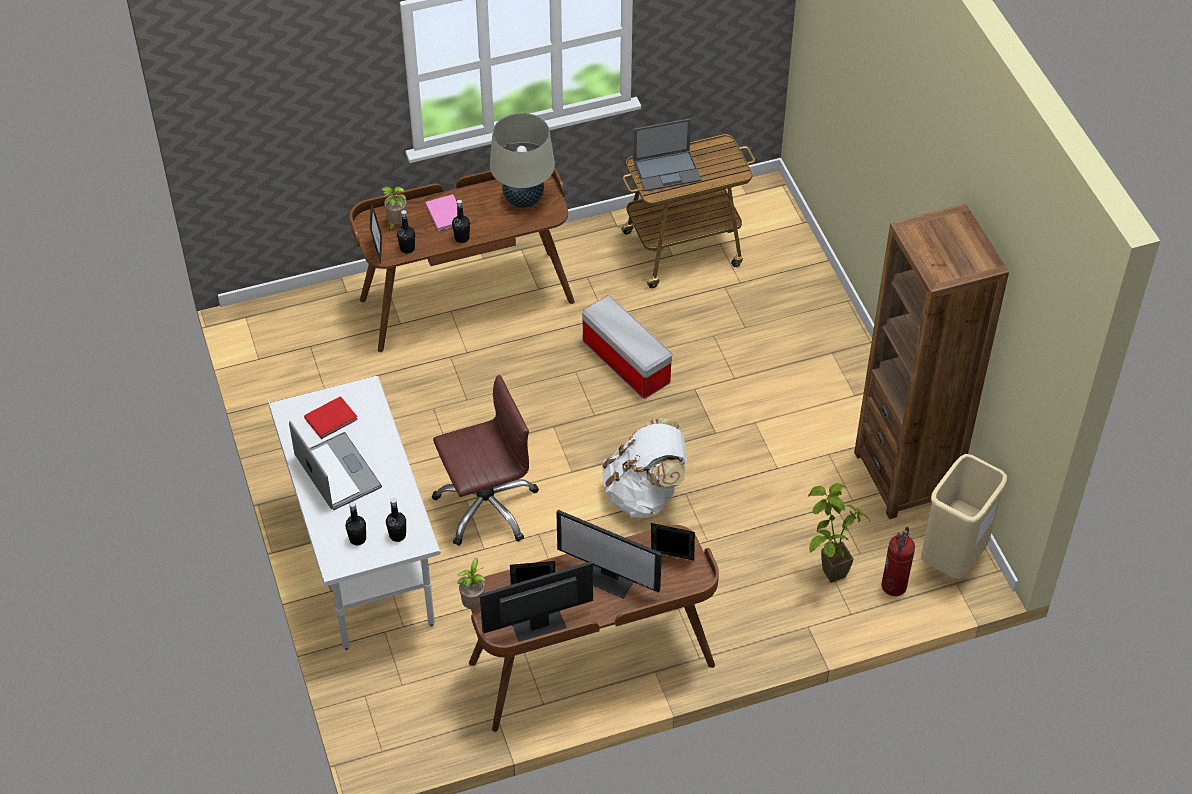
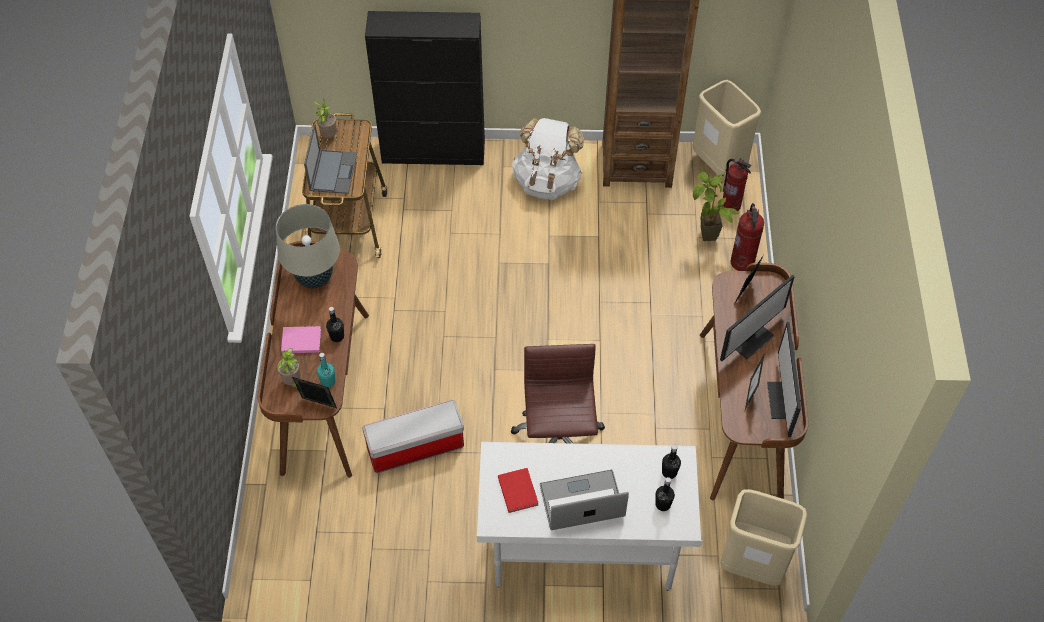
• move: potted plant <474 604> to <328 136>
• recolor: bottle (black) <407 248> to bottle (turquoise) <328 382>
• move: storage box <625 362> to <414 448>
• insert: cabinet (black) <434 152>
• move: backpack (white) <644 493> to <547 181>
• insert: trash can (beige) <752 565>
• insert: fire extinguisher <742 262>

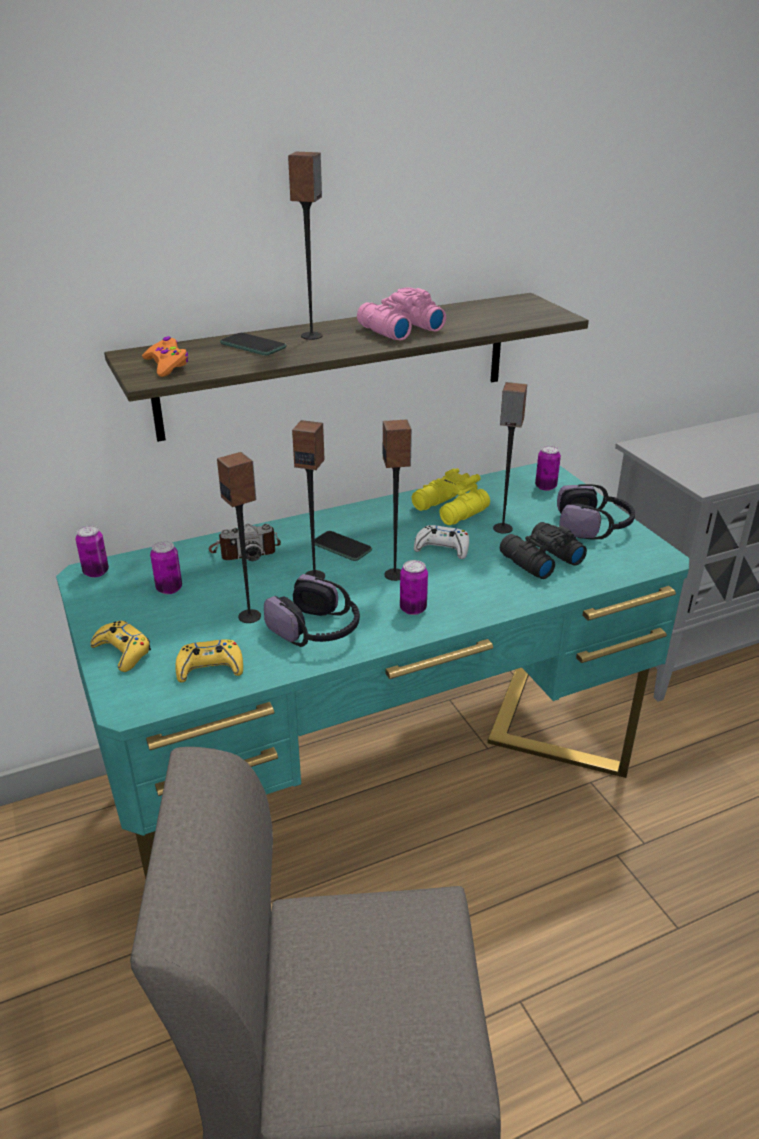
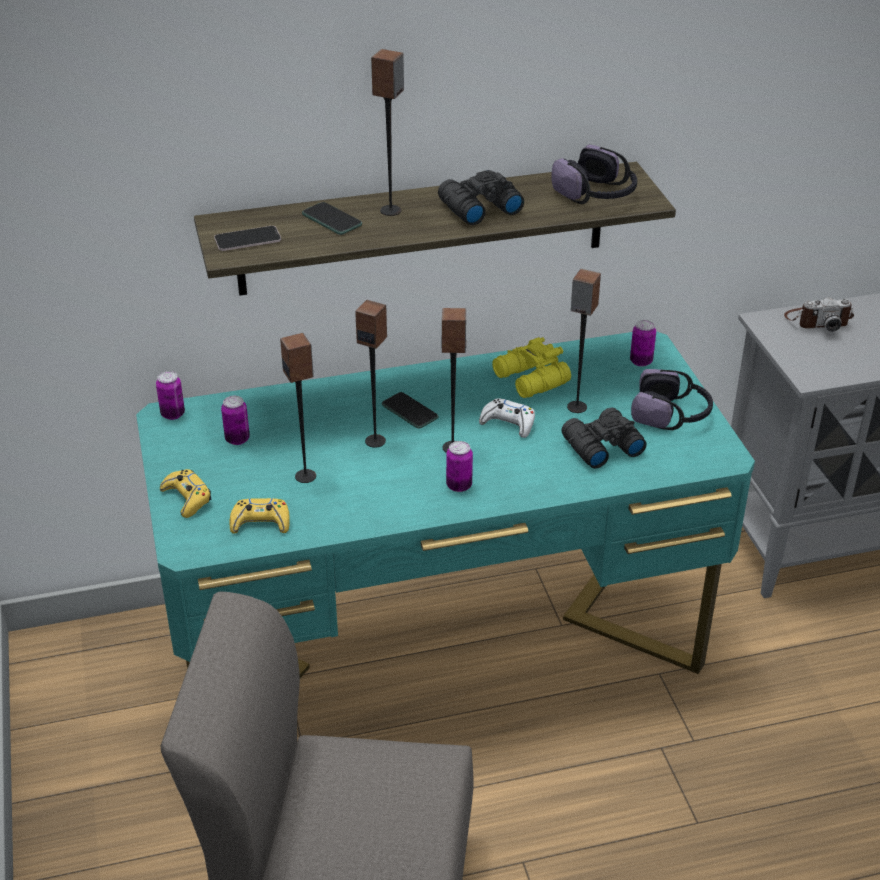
• replace: game controller (orange) <167 365> to phone <247 239>
• recolor: binoculars (pink) <398 329> to binoculars (black) <478 207>
• move: headphones <316 631> to <596 195>
• move: photo camera <245 550> to <817 320>

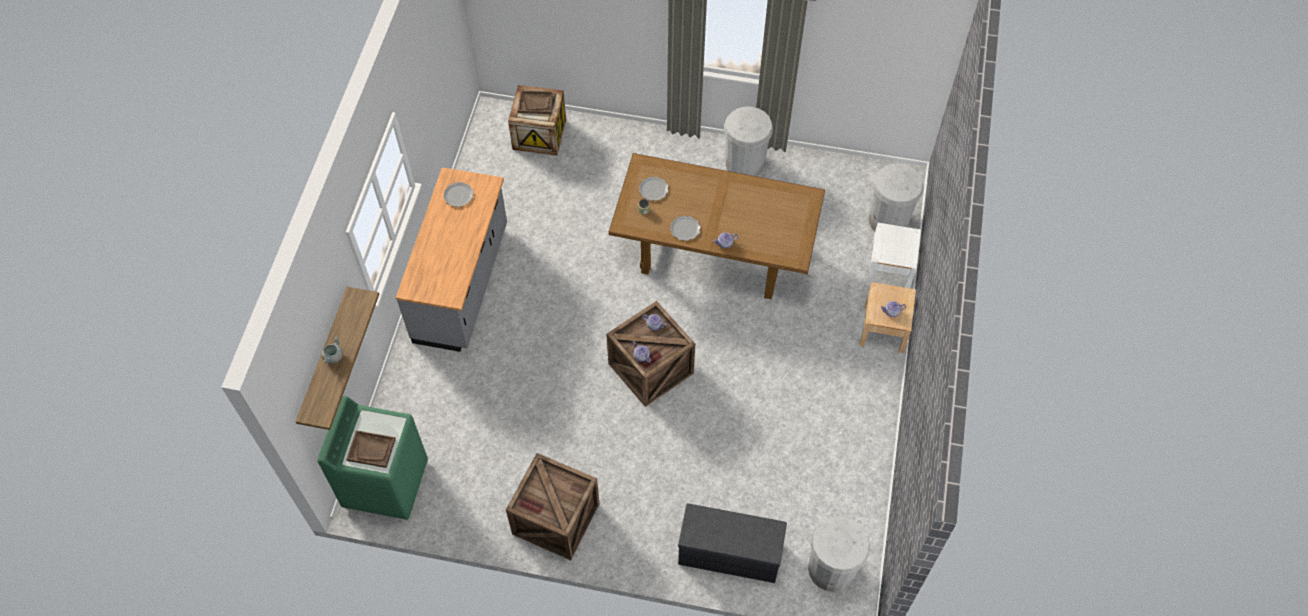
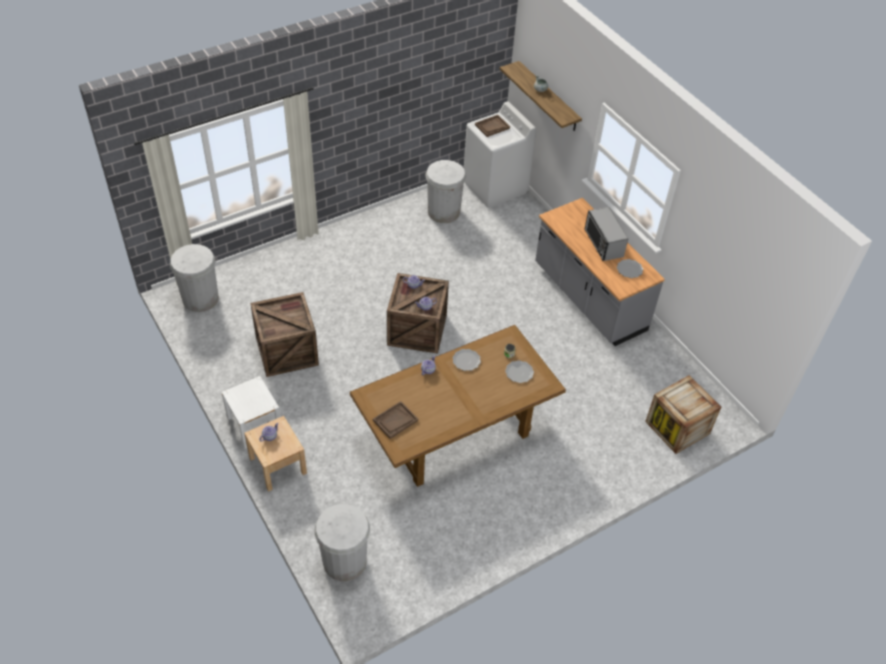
• move: nightstand (white) <889 269> to <254 424>
• move: crate <554 519> to <287 350>
• move: tray (brown) <536 103> to <395 421>
• move: trash can (white) <744 164> to <443 212>
• recolor: washing machine (green) <386 483> to washing machine (white) <495 187>
• insert: microwave <603 243>
• delete: bench (grey) <728 553>

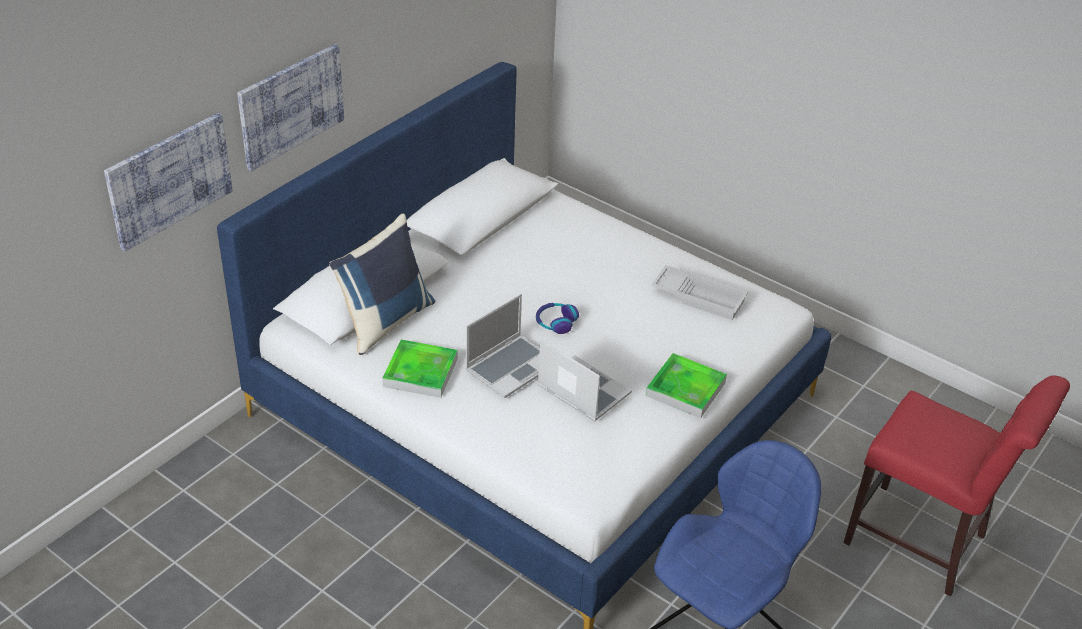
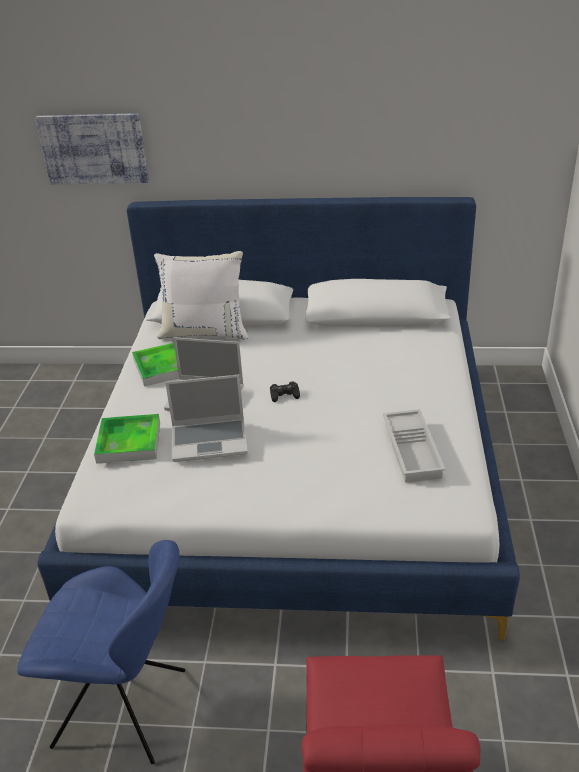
• move: tray <685 389> to <129 442>
• recolor: pillow (blue) <385 321> to pillow (white) <205 332>
• rotate: laptop <582 390> = <210 440> 75 degrees clockwise
• replace: headphones <556 322> to game controller (black) <284 395>
• delete: picture <291 105>

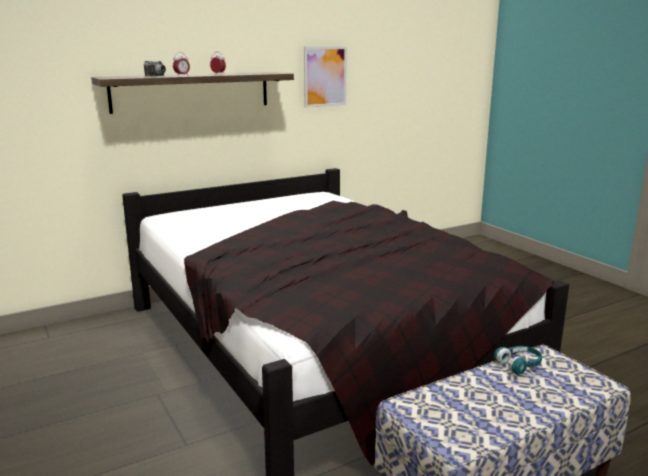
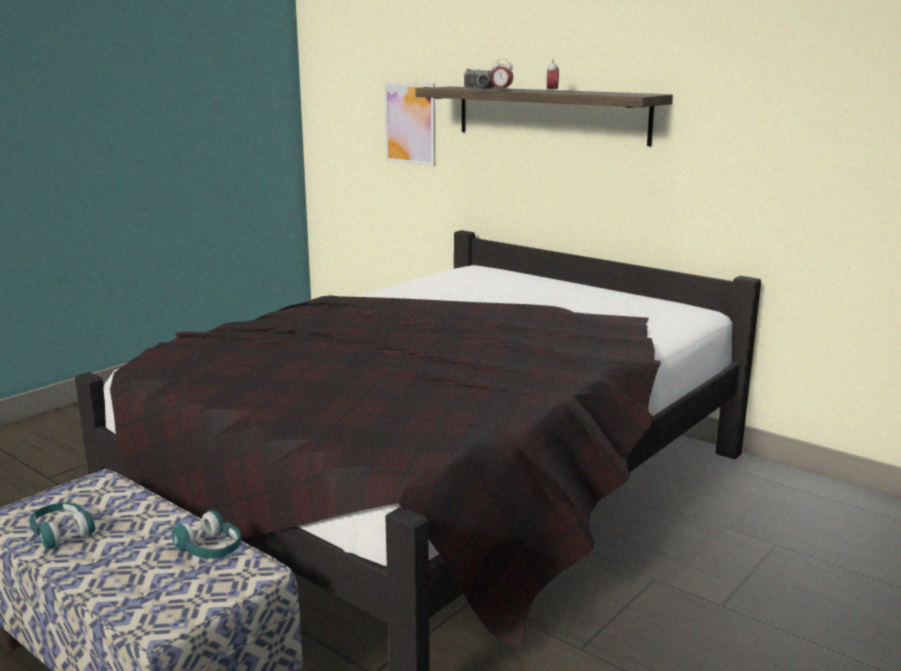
• insert: headphones (turquoise) <61 533>
• move: picture <325 76> to <410 123>

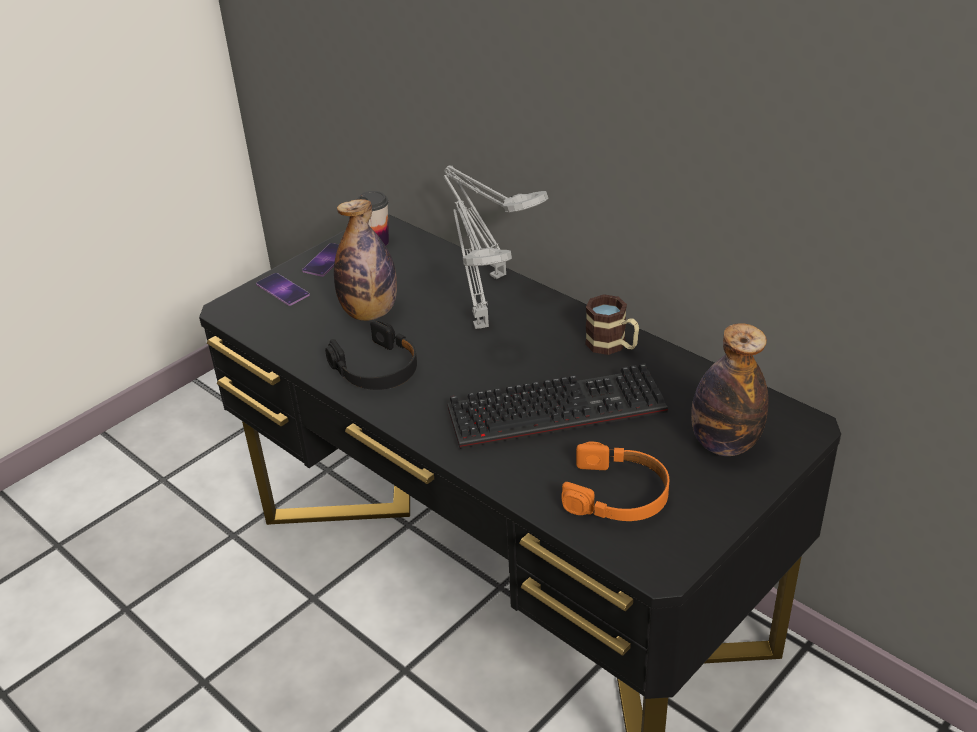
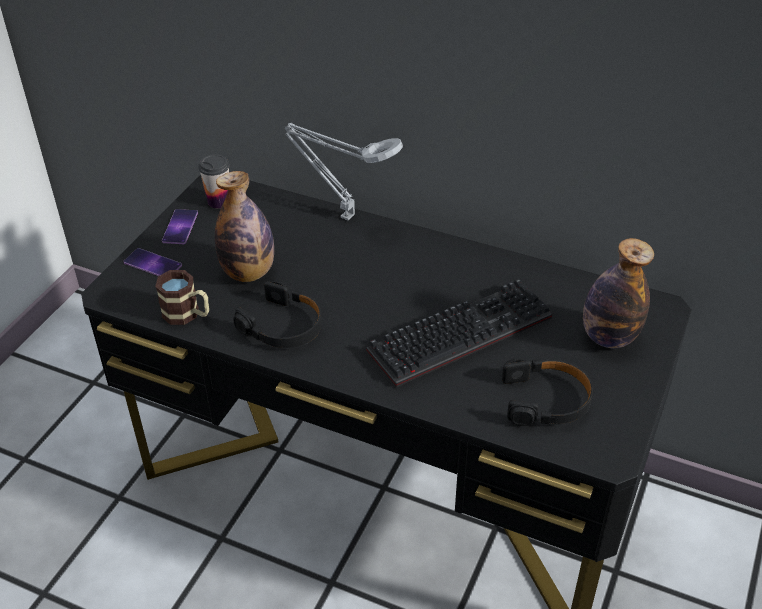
• move: mug <612 346> to <187 315>
• recolor: headphones (orange) <617 494> to headphones (black) <546 400>
• delete: table lamp (grey) <479 323>

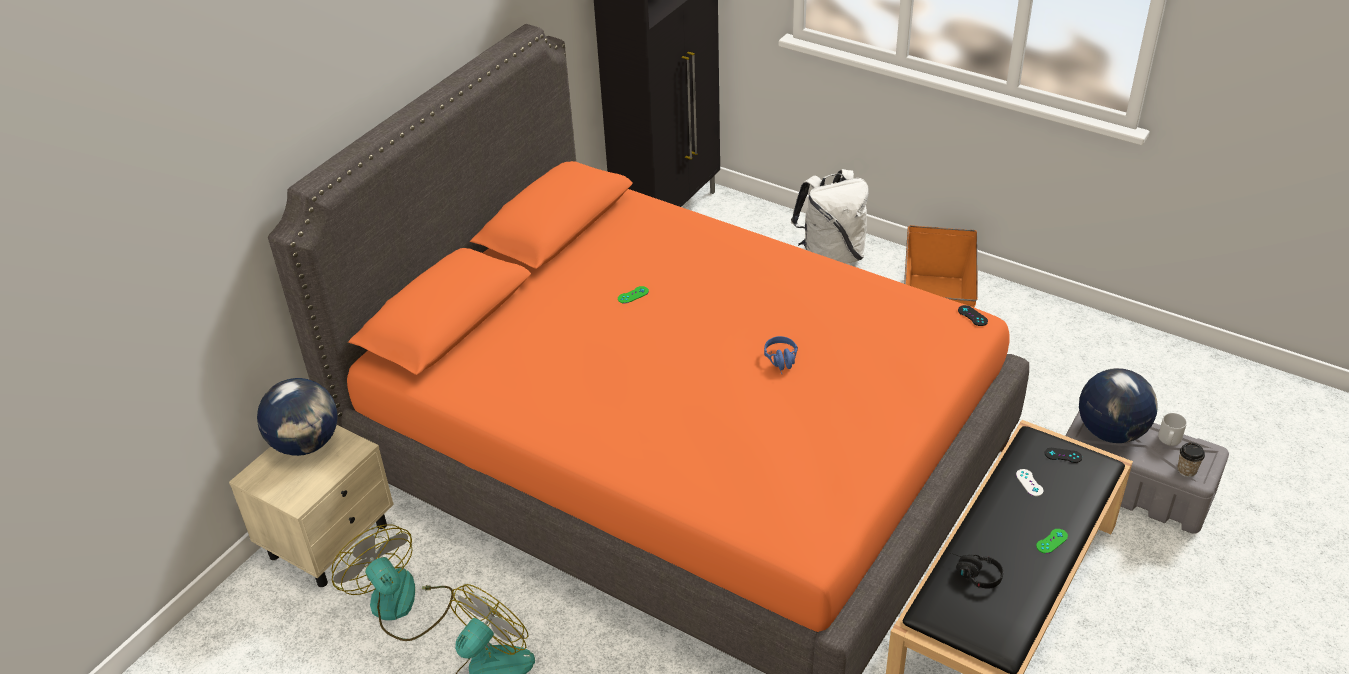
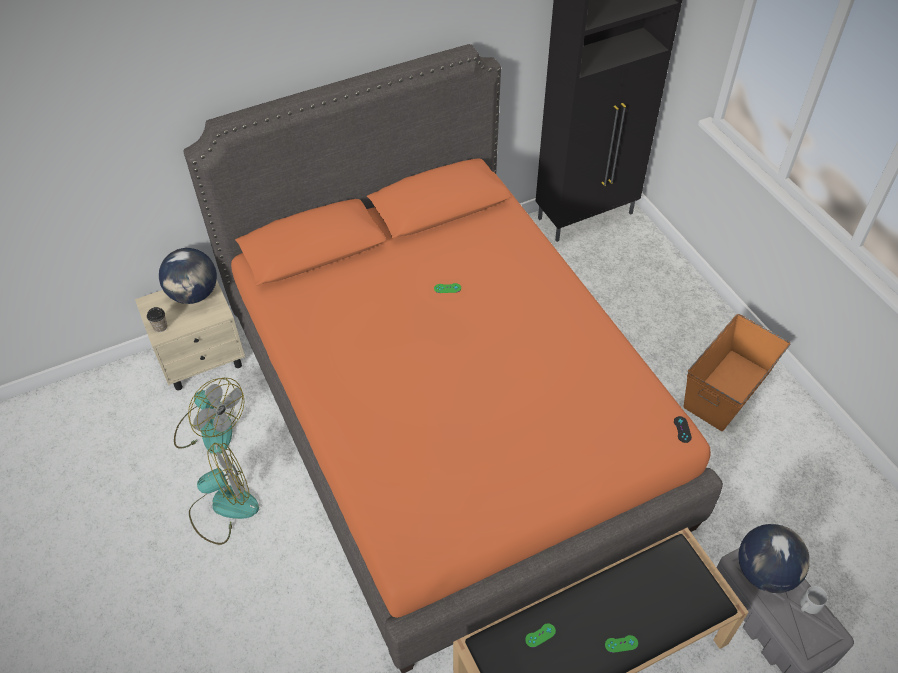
• move: cup <1186 470> to <160 327>
• rotate: fan <401 606> = <210 428> 135 degrees clockwise
• replace: headphones (black) <973 574> to game controller (green) <540 635>
• delete: headphones (blue) <782 362>
• delete: backpack (white) <830 257>
• delete: game controller (white) <1029 482>
• delete: game controller (black) <1063 455>

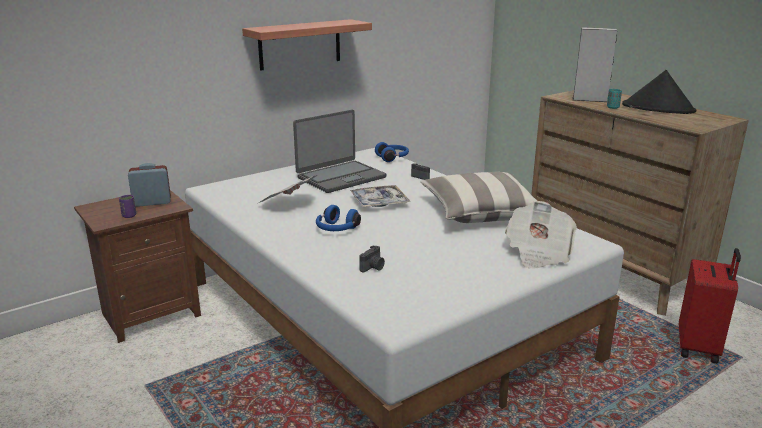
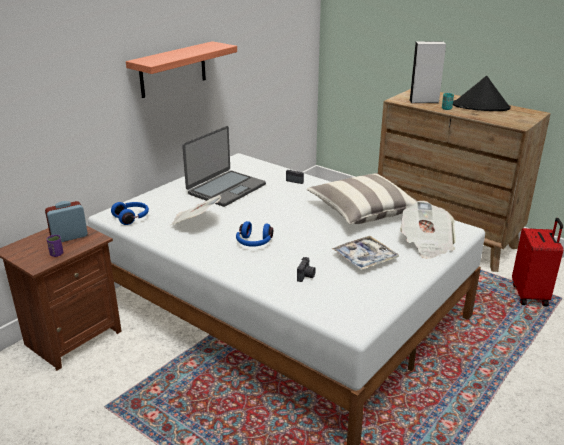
• move: headphones (blue) <392 158> to <132 218>
• move: tray <379 202> to <364 258>

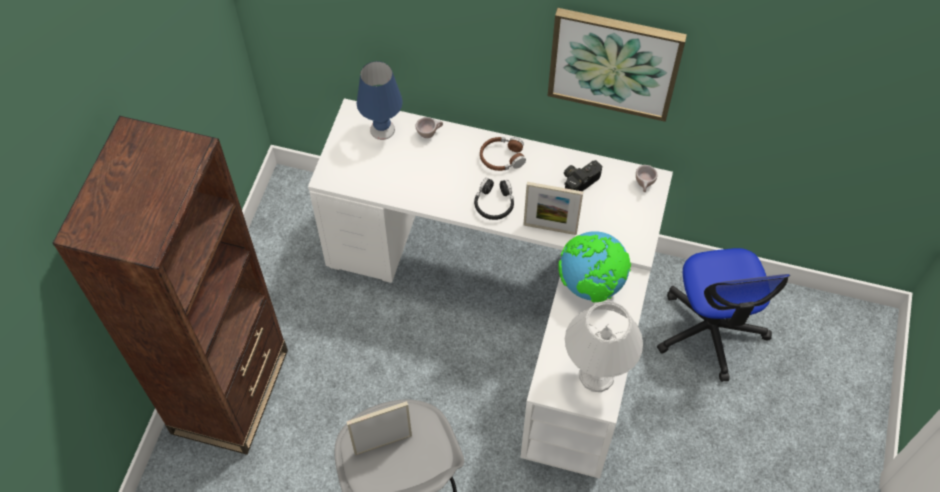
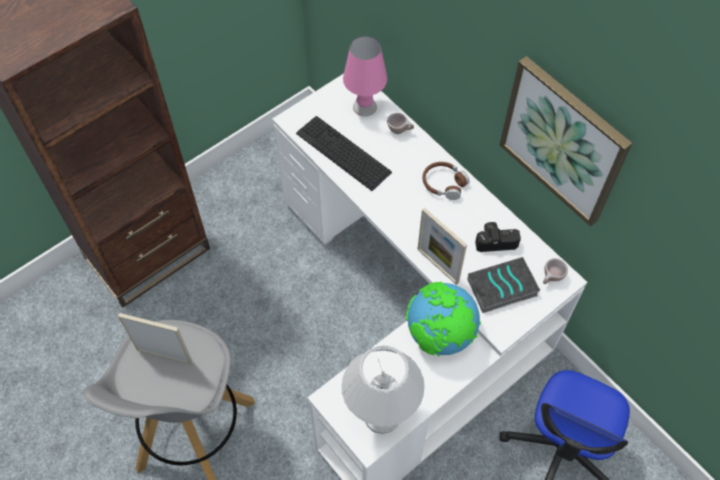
• insert: keyboard <343 153>
• recolor: table lamp (blue) <382 130> to table lamp (pink) <364 107>
• insert: book <501 289>
• delete: headphones (black) <494 203>

